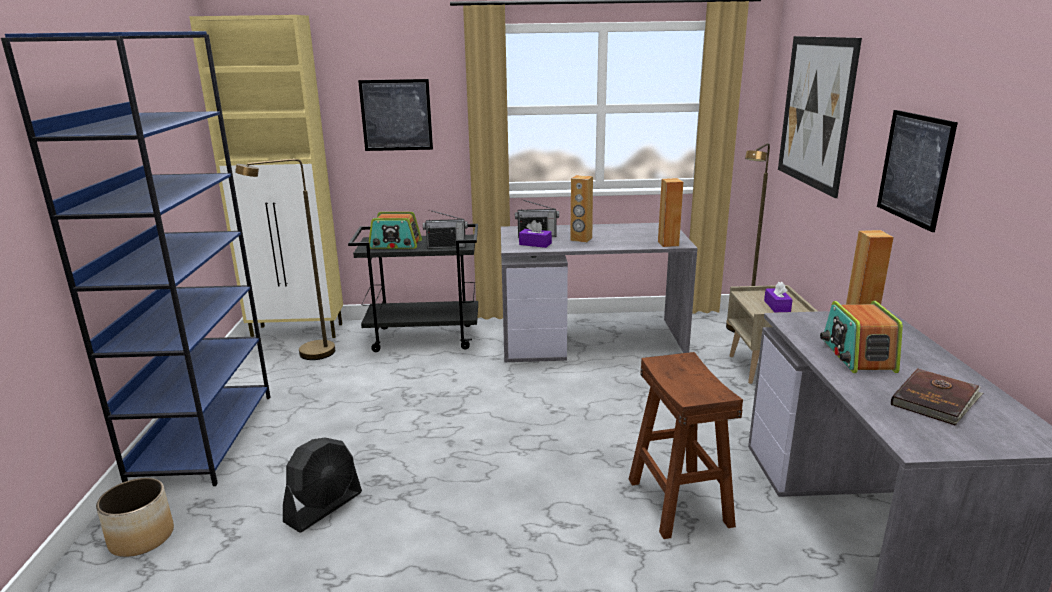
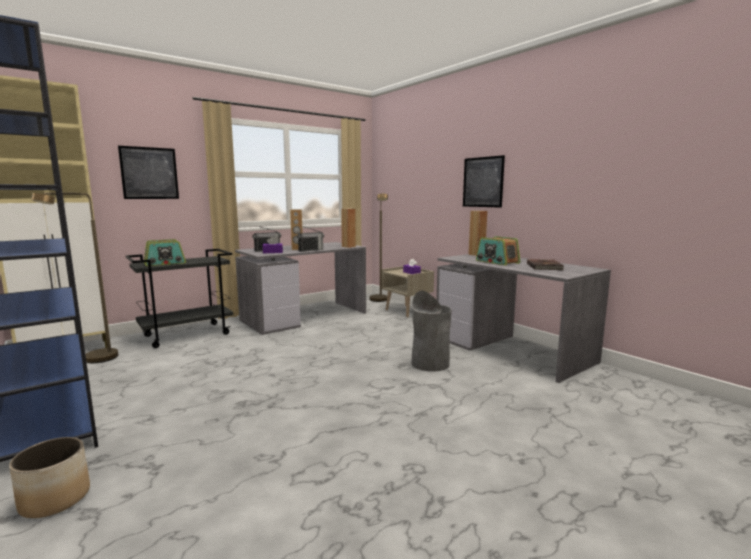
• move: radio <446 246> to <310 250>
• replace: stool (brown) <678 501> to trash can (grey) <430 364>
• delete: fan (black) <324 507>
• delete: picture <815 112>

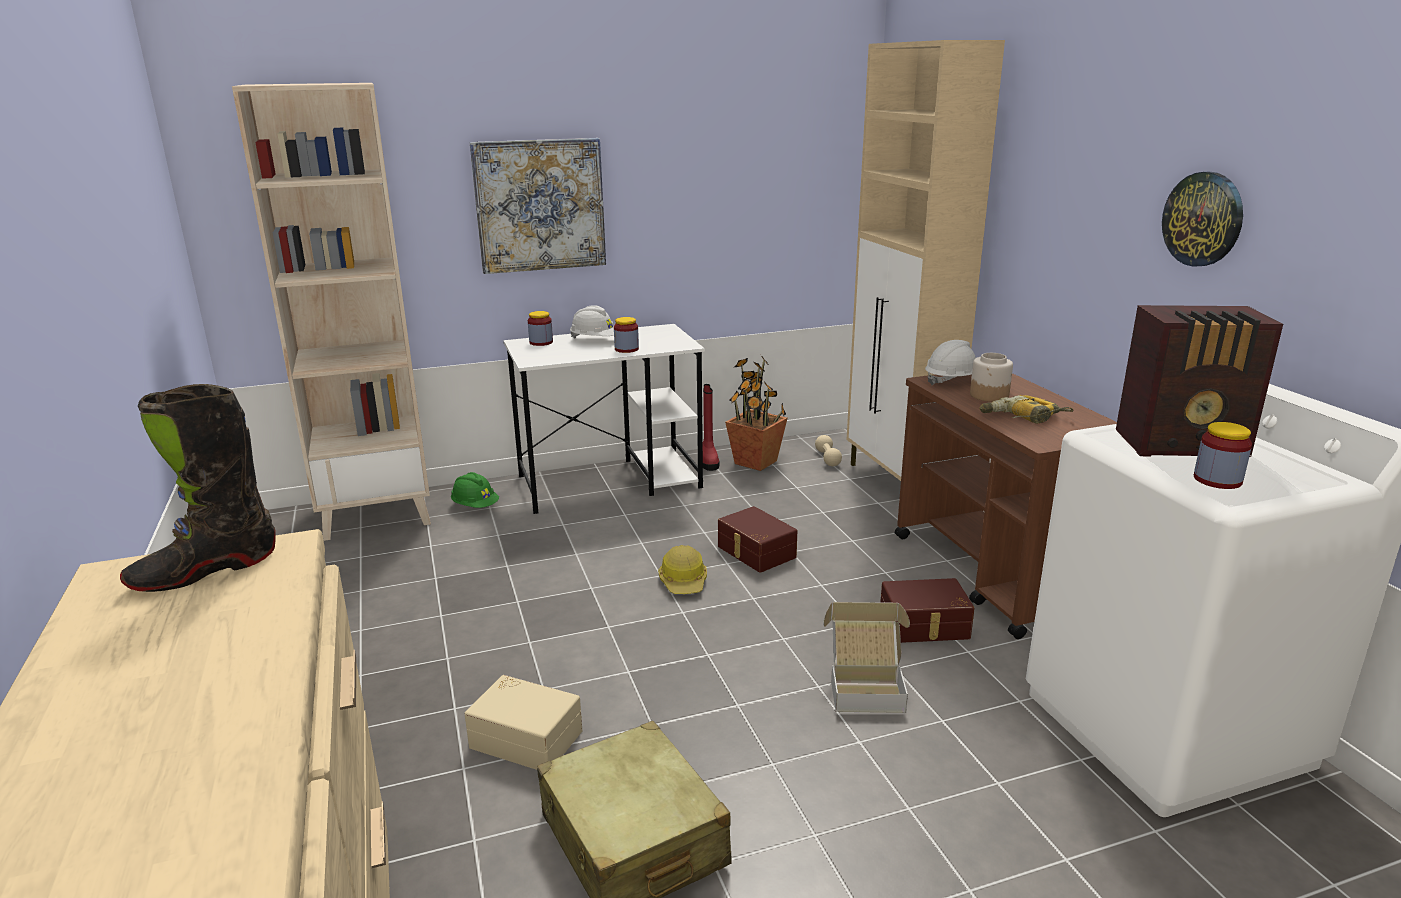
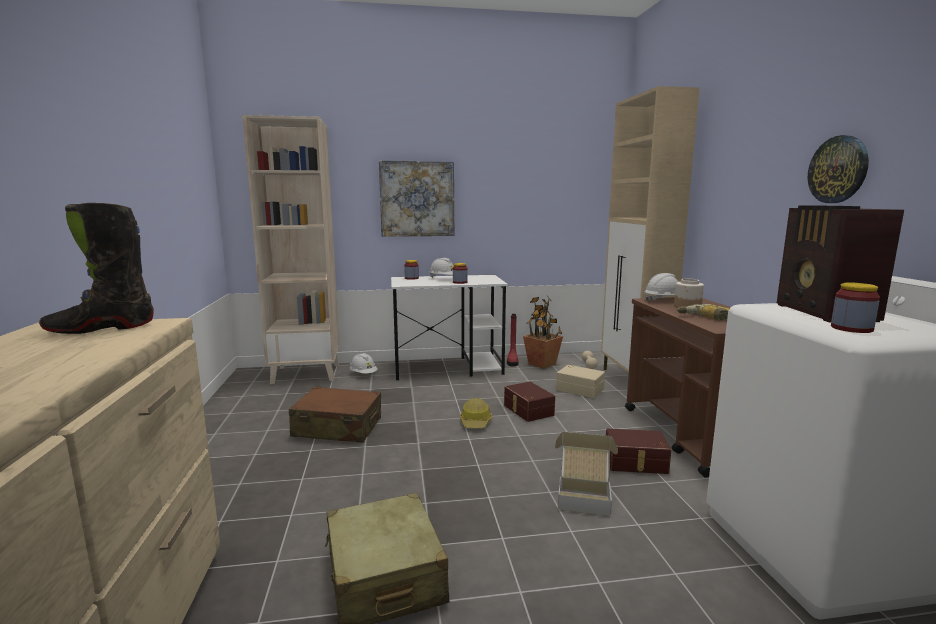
• insert: suitcase (brown) <337 428>
• recolor: hard hat (green) <475 506> to hard hat (white) <363 374>
• move: storage box (beige) <527 737> to <580 389>
• rotate: radio <1184 445> = <825 313> 75 degrees clockwise

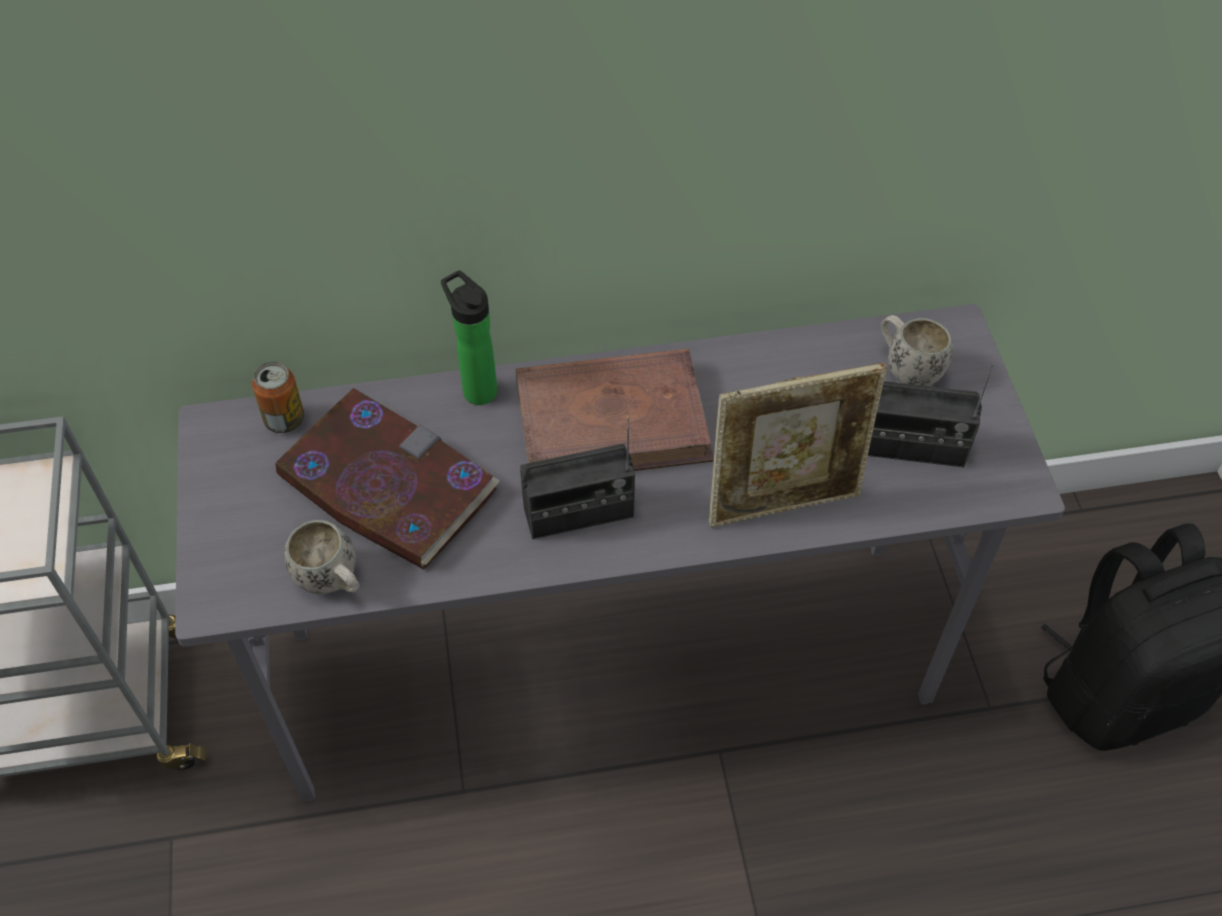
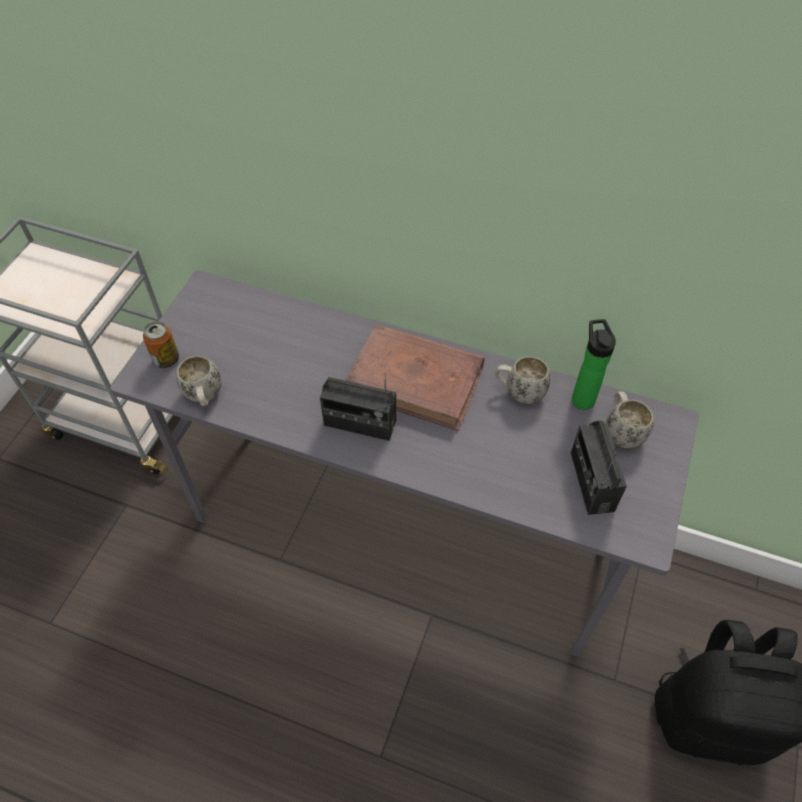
• move: can <285 419> to <166 359>
• insert: mug (white) <519 392>
• rotate: radio <913 447> = <591 481> 45 degrees clockwise
• move: bottle <477 388> to <582 397>
• delete: book <386 484>
• delete: picture frame <784 503>

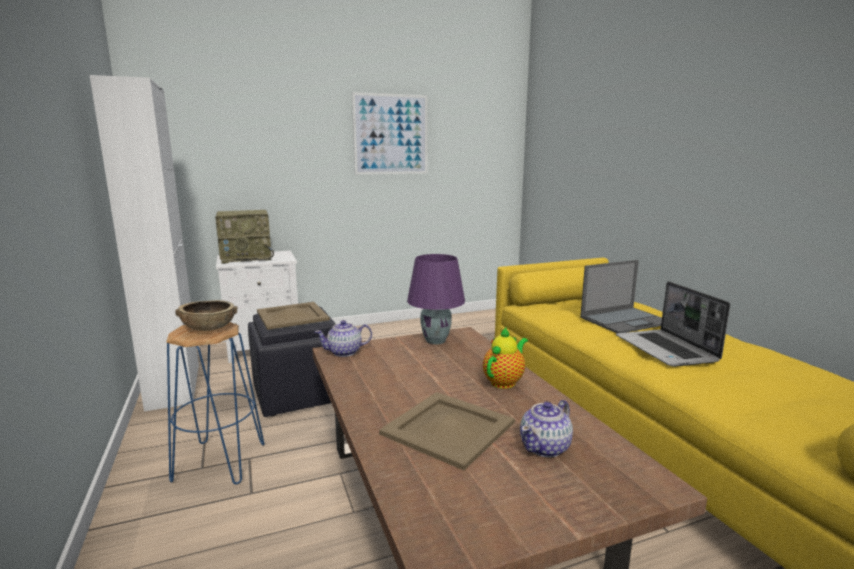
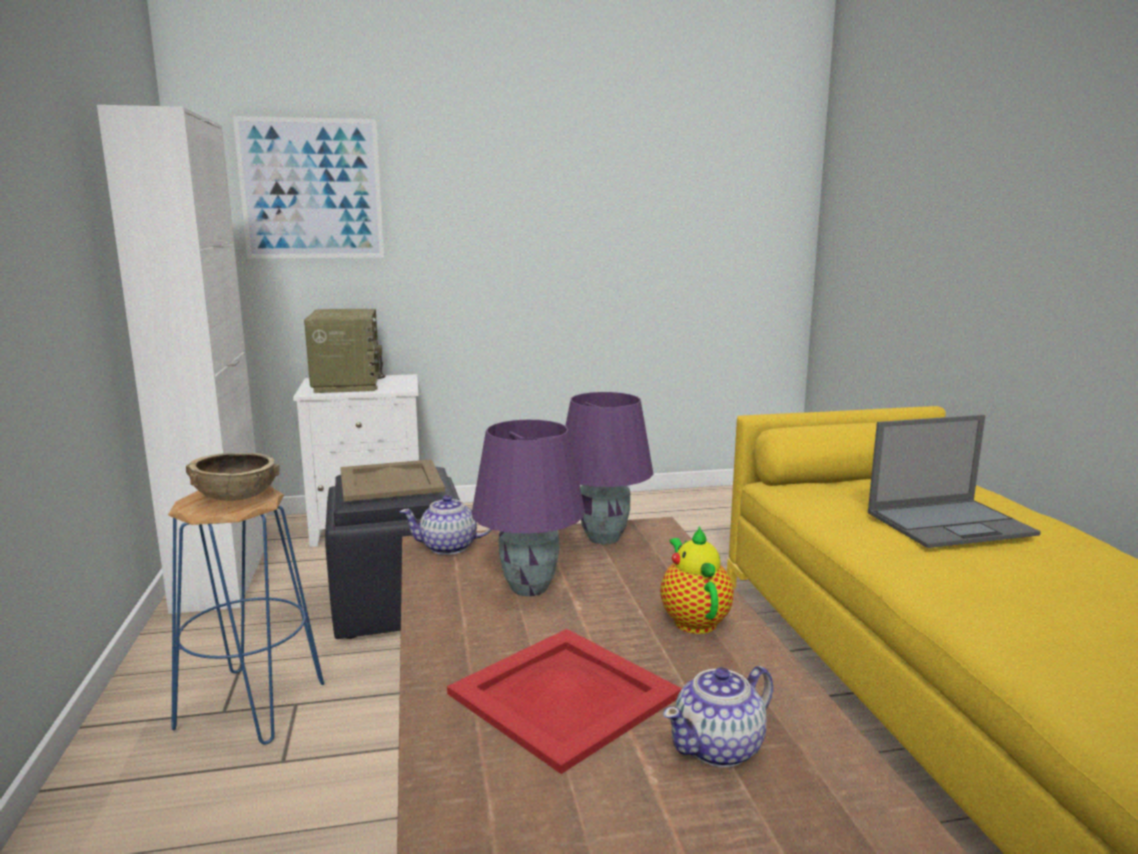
• move: picture <391 134> to <311 189>
• rotate: radio <247 258> = <346 384> 90 degrees counterclockwise
• recolor: tray (beige) <449 428> to tray (red) <566 695>
• insert: table lamp (purple) <528 588>
• rotate: teapot <504 382> = <693 620> 60 degrees counterclockwise
• delete: laptop <667 350>

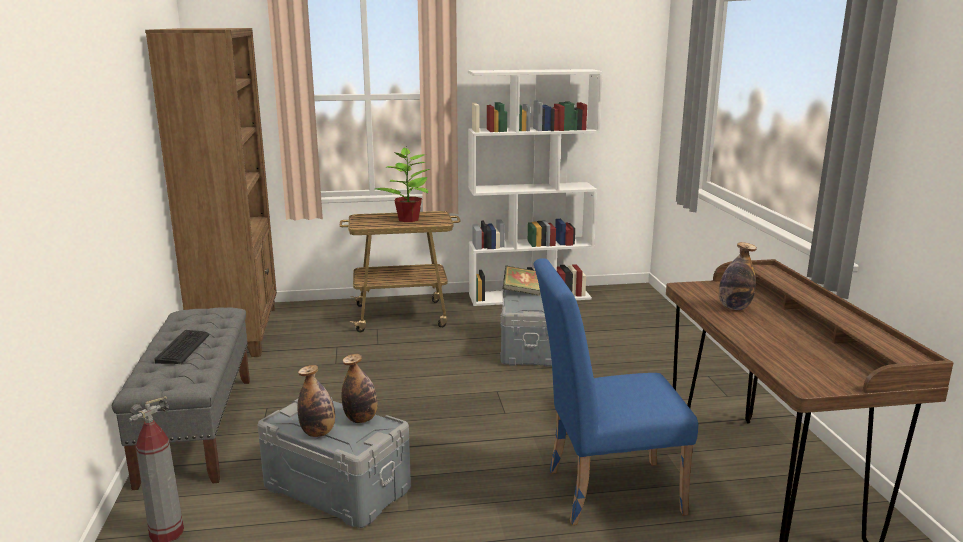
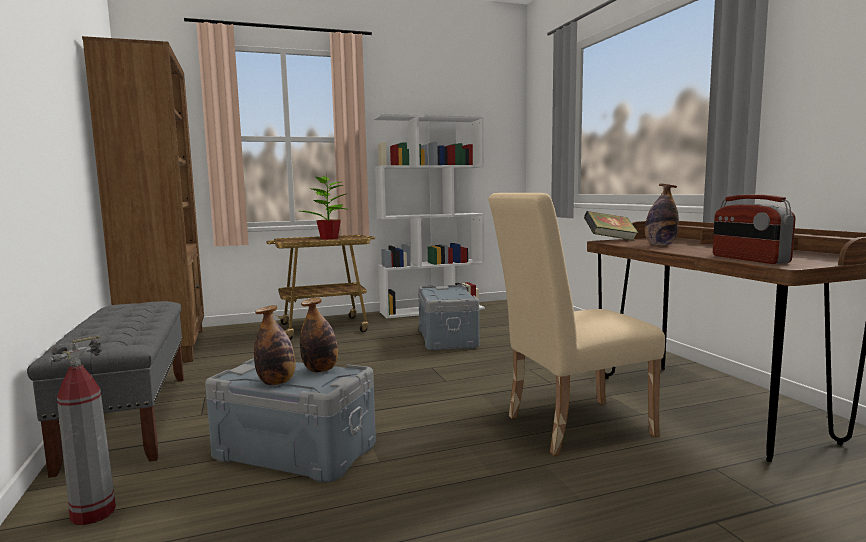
• recolor: chair (blue) <603 491> to chair (beige) <569 426>
• move: book <522 292> to <610 240>
• insert: radio <749 259>
• delete: keyboard <183 348>

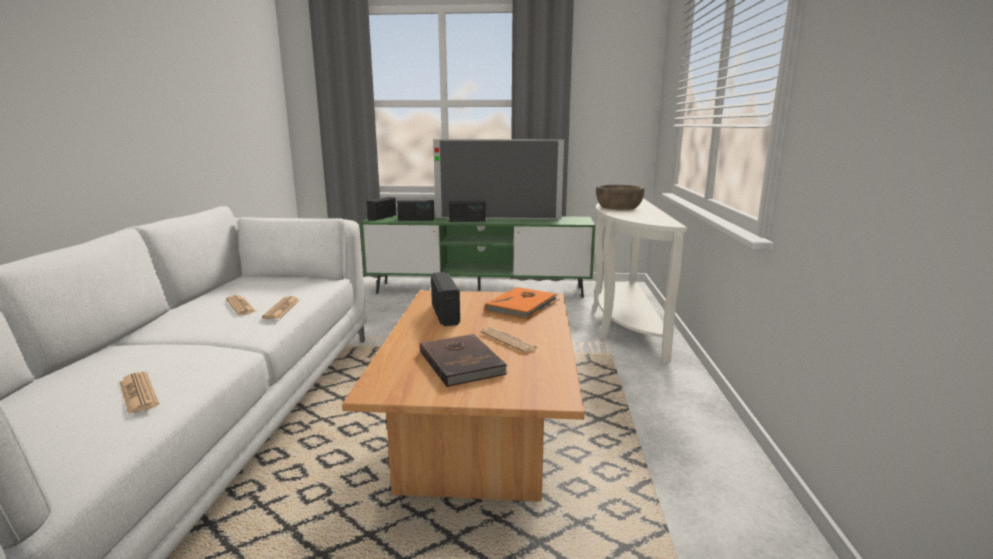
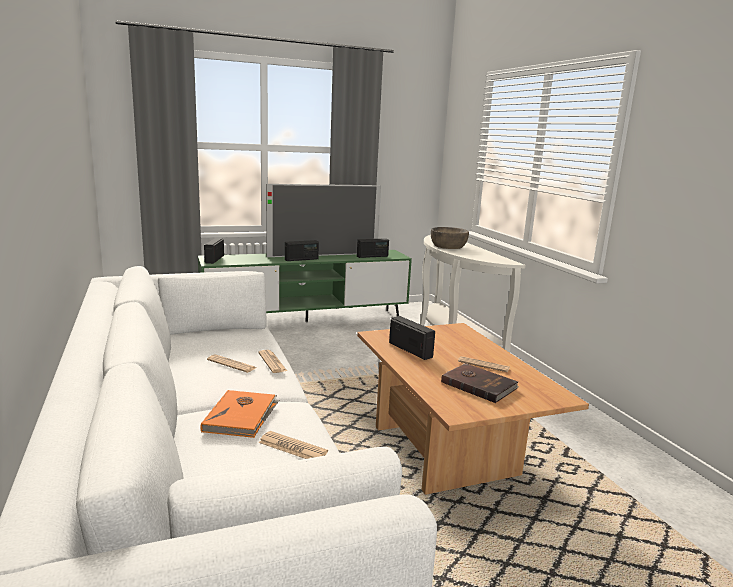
• move: book (orange) <523 306> to <241 416>
• move: radio <416 219> to <372 256>

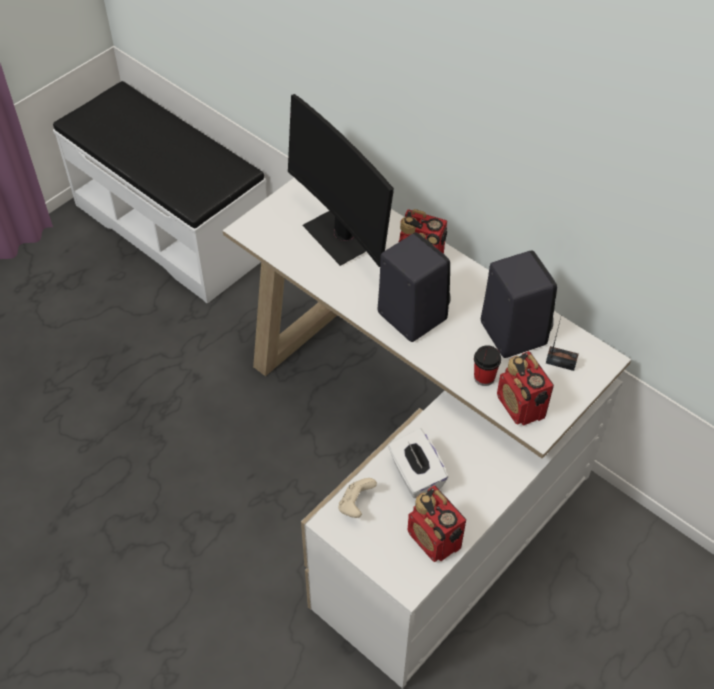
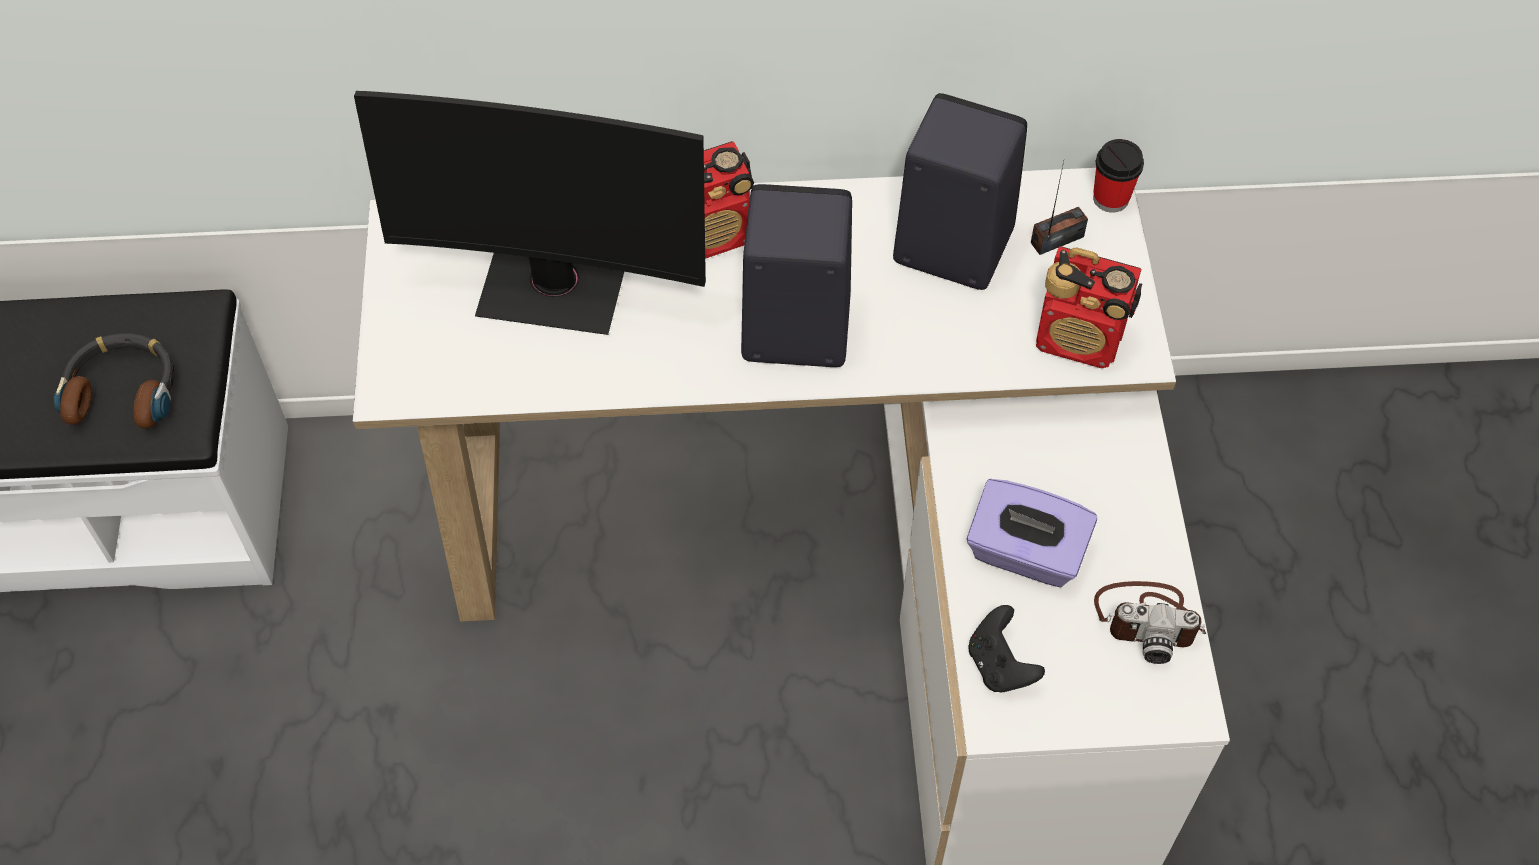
• insert: headphones <124 389>
• recolor: tissue box (white) <416 475> to tissue box (purple) <1025 553>
• recolor: game controller (beige) <355 505> to game controller (black) <1000 665>
• move: cup <484 377> to <1110 198>
• replace: radio <434 540> to photo camera <1148 619>

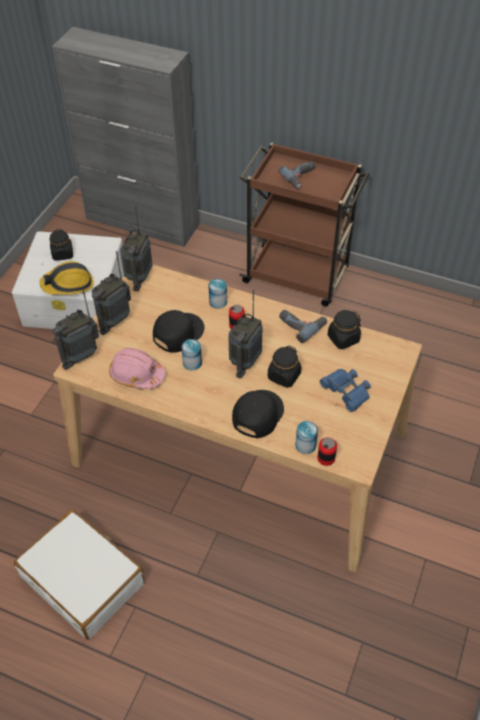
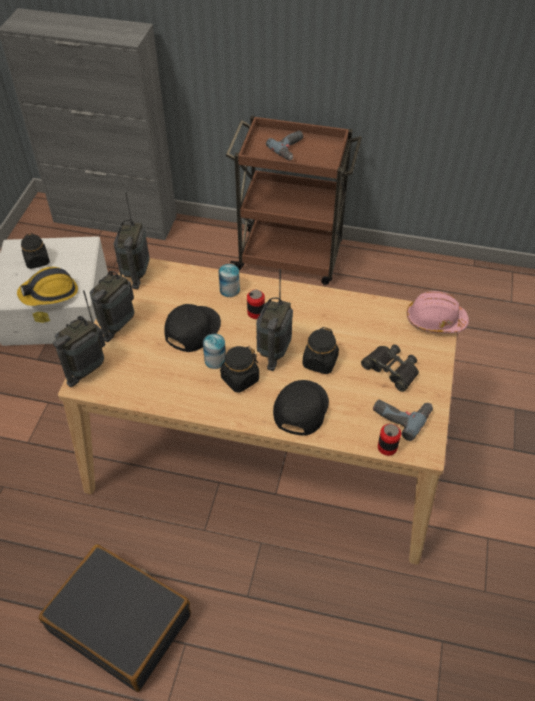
• recolor: suitcase (white) <83 580> to suitcase (black) <120 622>
• move: jar (black) <343 339> to <240 379>
• recolor: binoculars (blue) <346 391> to binoculars (black) <391 369>
• move: power drill <301 324> to <401 414>
• move: hard hat (pink) <137 375> to <435 320>
• delete: can <305 445>

